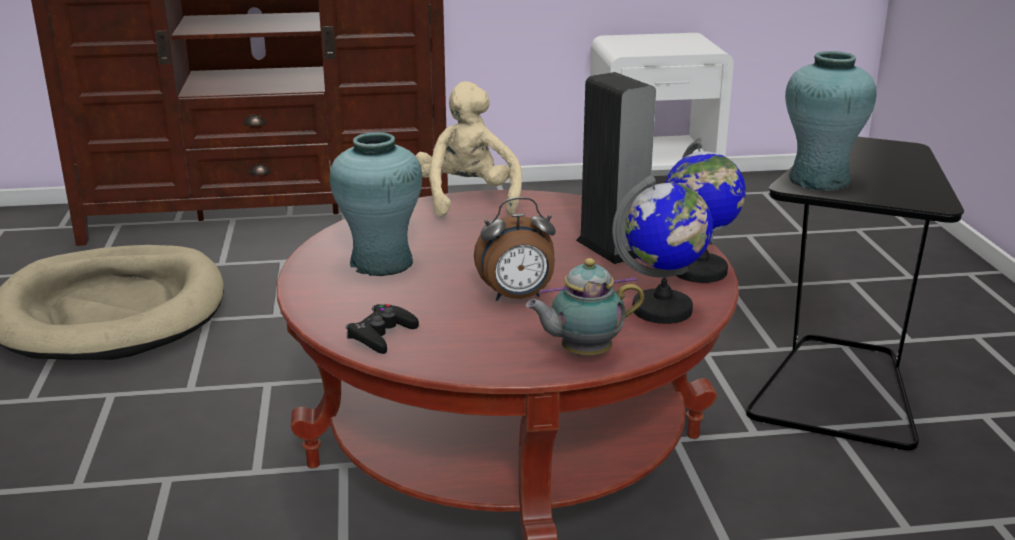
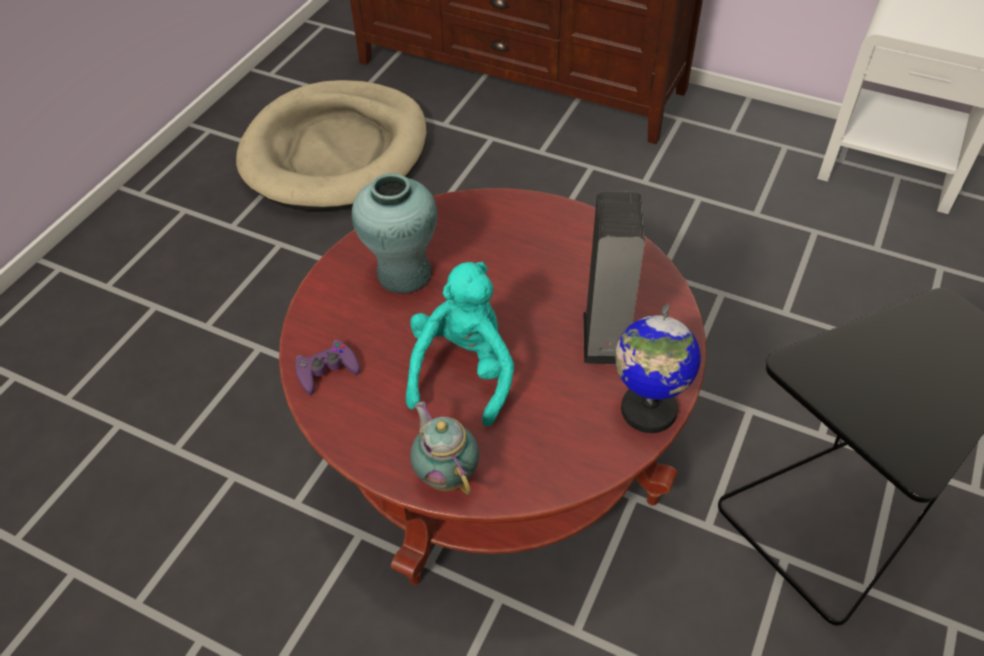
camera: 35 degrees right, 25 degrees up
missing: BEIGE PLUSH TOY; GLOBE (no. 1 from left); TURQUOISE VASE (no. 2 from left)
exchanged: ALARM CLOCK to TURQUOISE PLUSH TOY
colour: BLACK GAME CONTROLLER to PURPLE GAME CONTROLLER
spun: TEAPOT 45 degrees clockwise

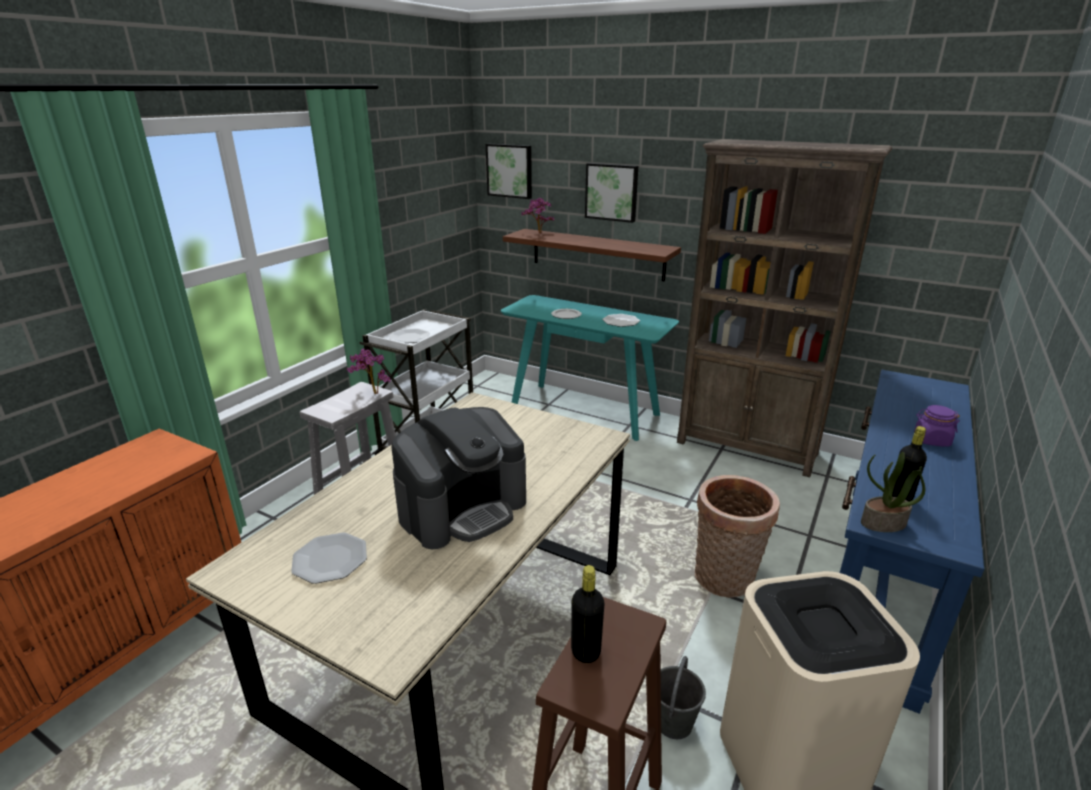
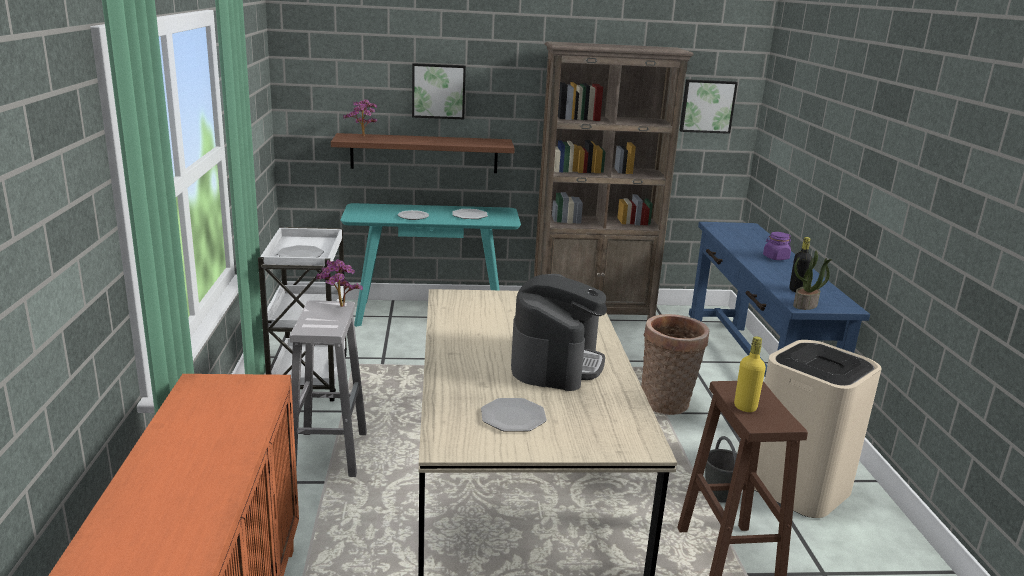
camera: 35 degrees left, 5 degrees down
relocated: PICTURE (no. 1 from left in the first image) to PICTURE (no. 2 from left)
colour: BLACK BOTTLE (no. 1 from left) to YELLOW BOTTLE

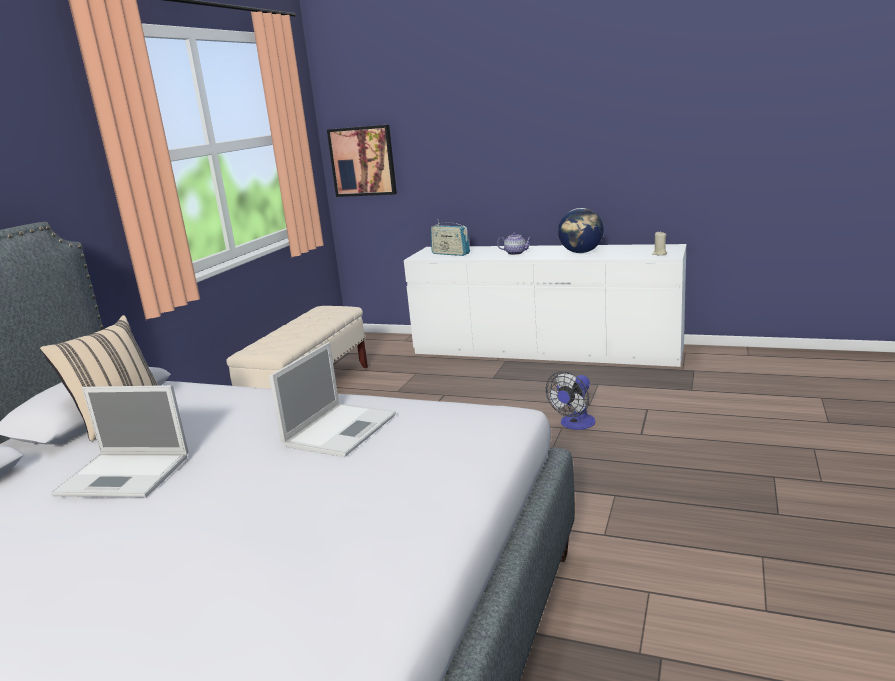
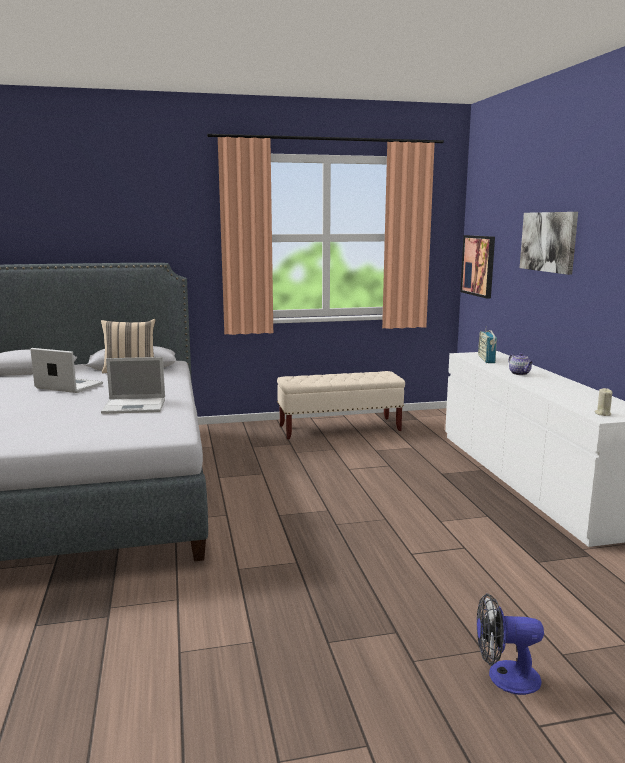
camera: 55 degrees right, 5 degrees down
missing: GLOBE
appeared: PICTURE (no. 2 from left)
relocated: FAN
spun: LAPTOP (no. 1 from left) 135 degrees clockwise

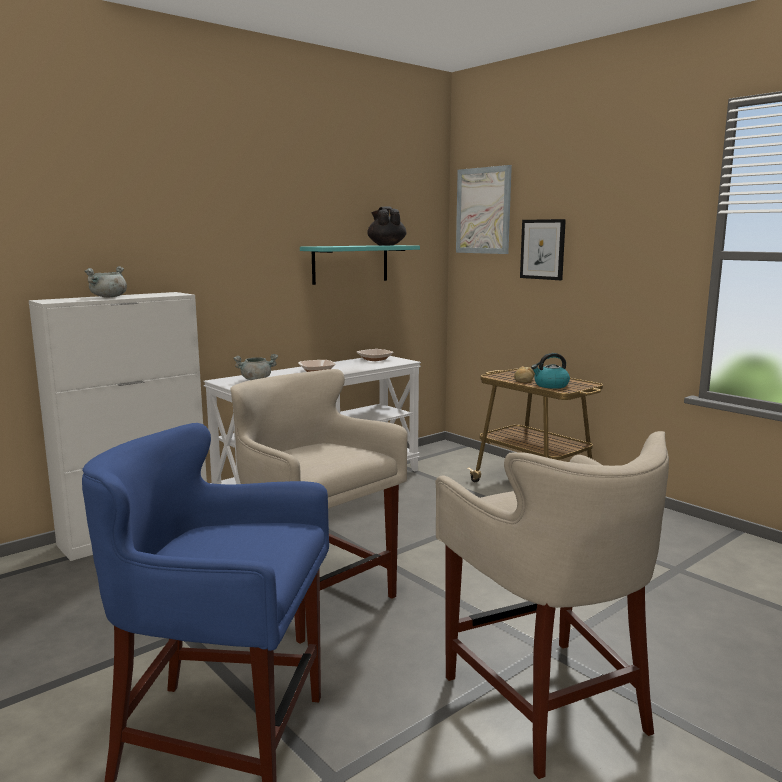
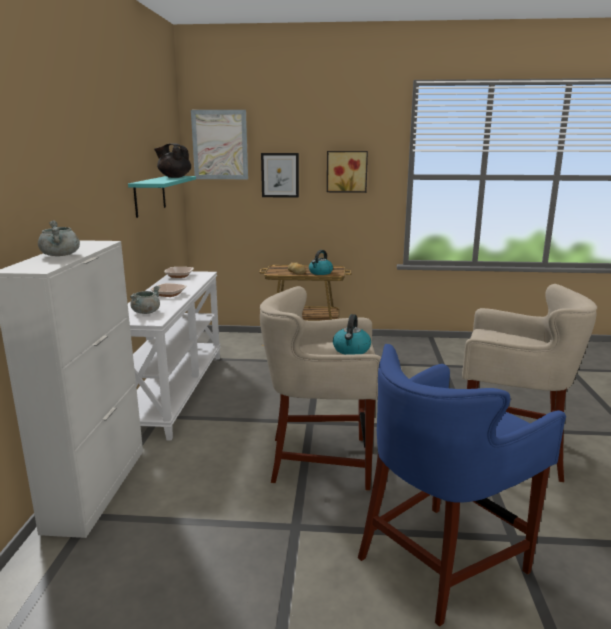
camera: 45 degrees left, 5 degrees up
appeared: PICTURE (no. 3 from left); KETTLE (no. 2 from left)

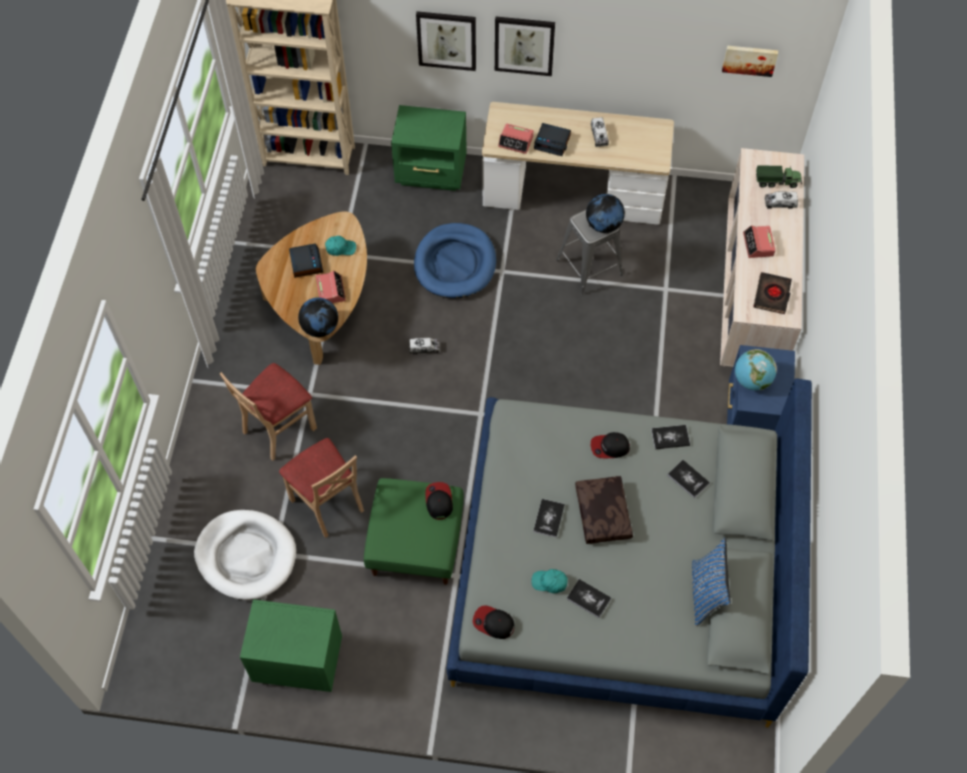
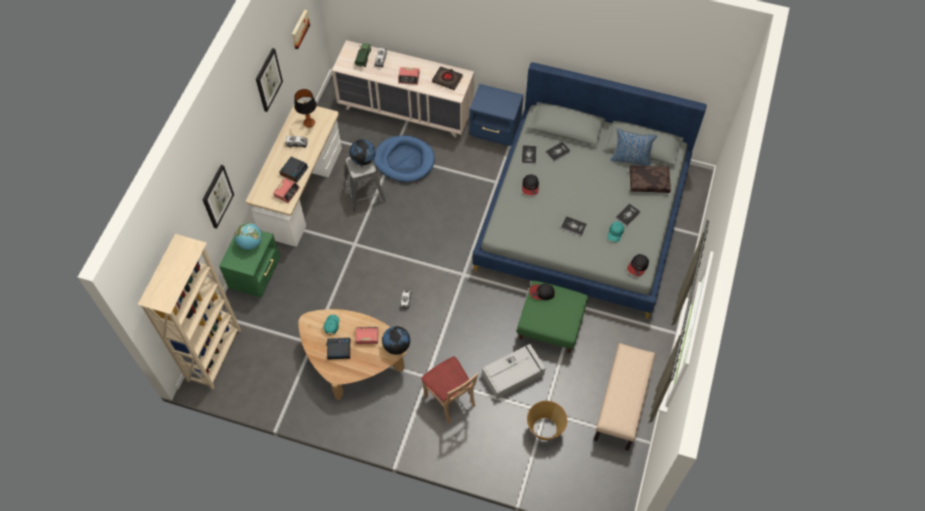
camera: 80 degrees left, 0 degrees up
appeared: TABLE LAMP
relocated: BLUE DOG BED; PICTURE (no. 2 from left); BROWN PILLOW; GLOBE (no. 3 from left in the first image) to GLOBE (no. 1 from left)
exchanged: WHITE DOG BED to BASKET; GREEN NIGHTSTAND (no. 1 from left) to BEIGE BENCH; BEIGE CHAIR (no. 2 from left) to GREY STORAGE BOX

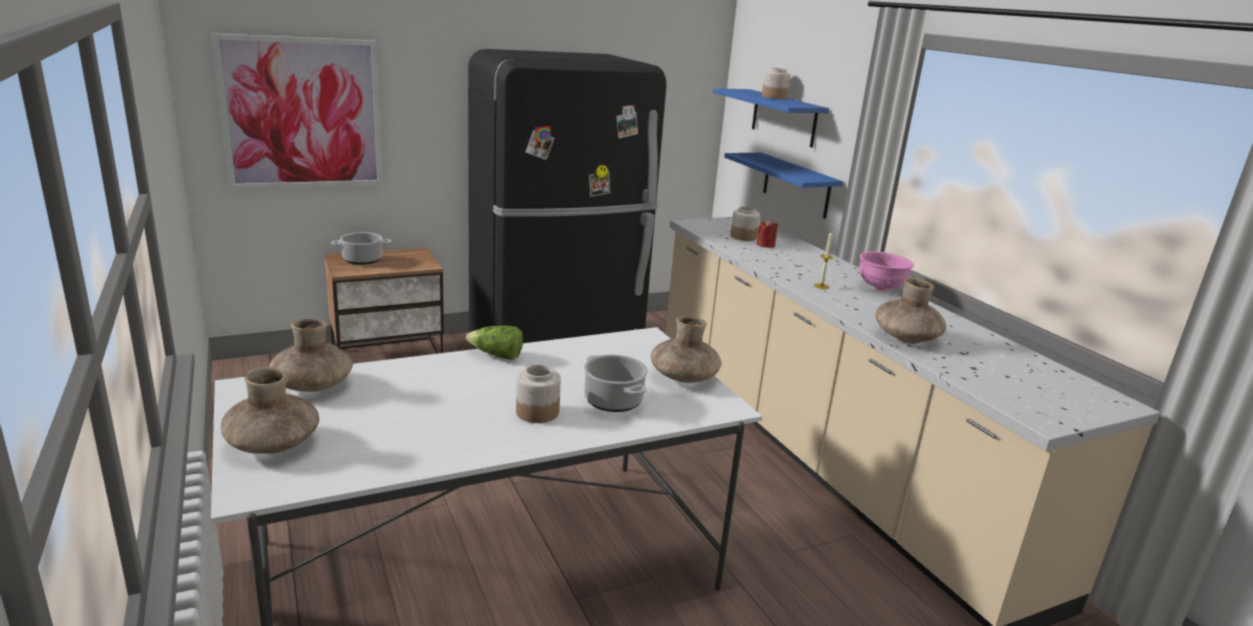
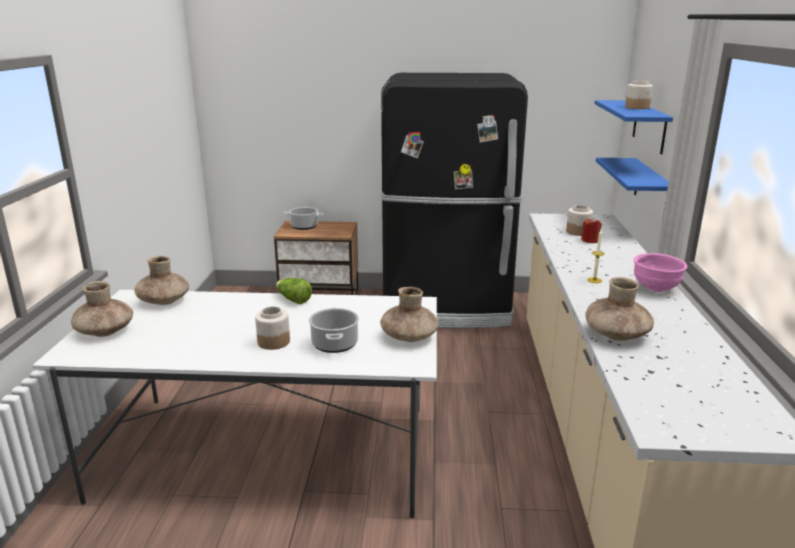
camera: 30 degrees right, 0 degrees up
missing: PICTURE

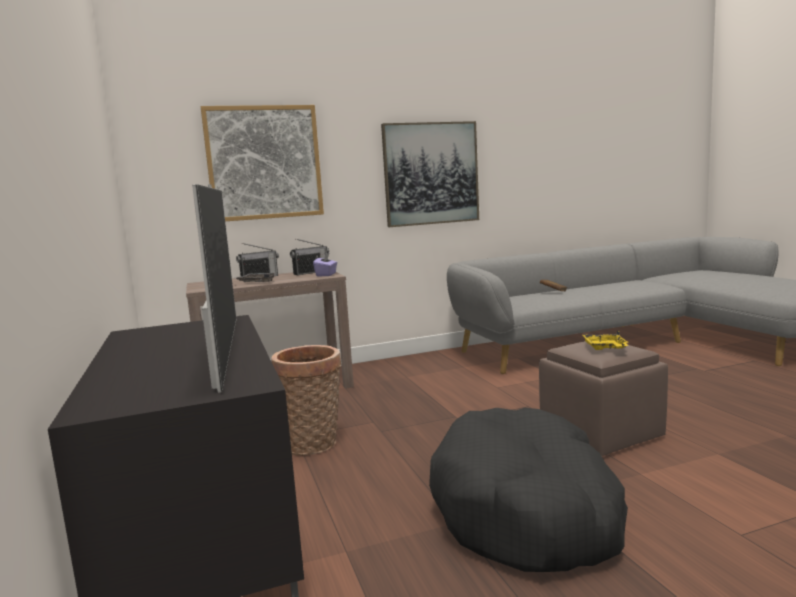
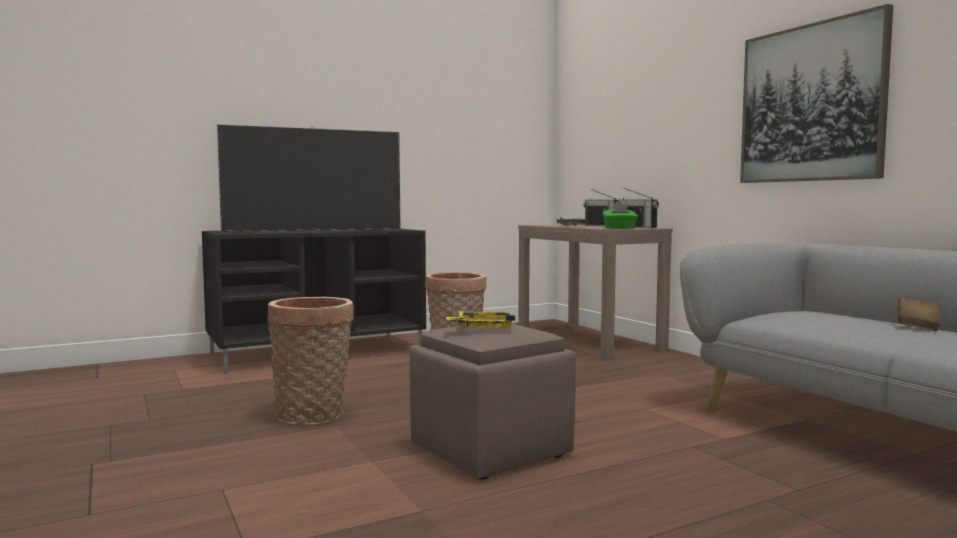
camera: 80 degrees right, 5 degrees down
missing: PICTURE (no. 1 from left)
exchanged: BLACK DOG BED to BASKET (no. 1 from left)
colour: PURPLE TISSUE BOX to GREEN TISSUE BOX

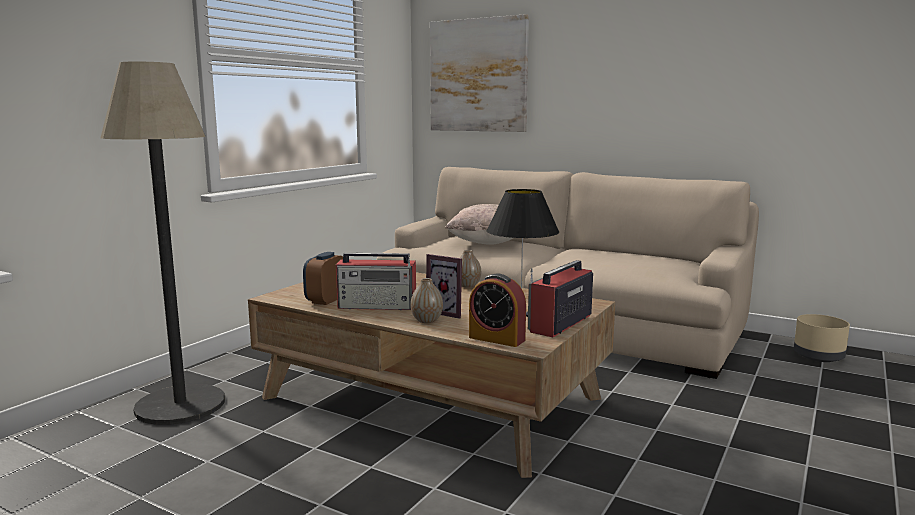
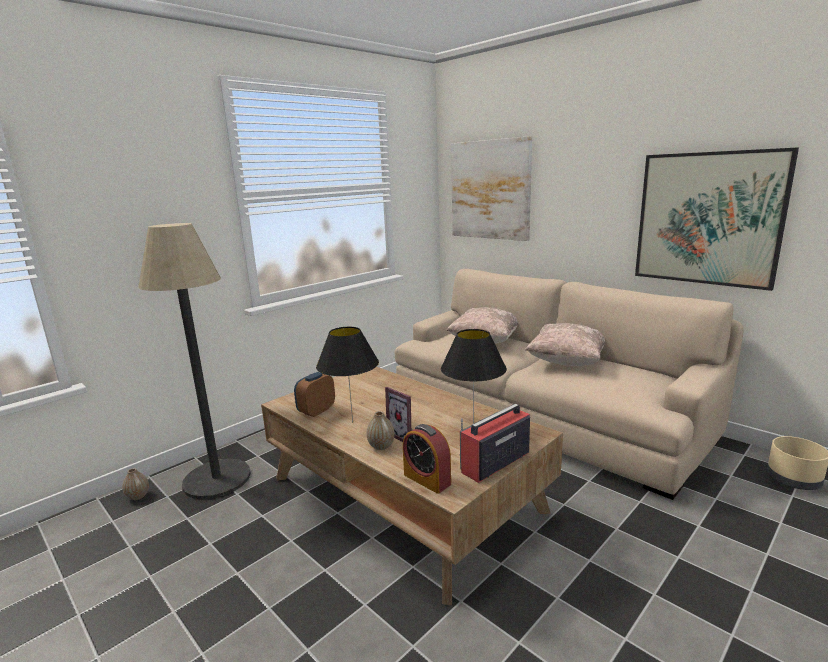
camera: 15 degrees right, 5 degrees up
appeared: BEIGE PILLOW (no. 2 from left); PICTURE (no. 2 from left)
relocated: VASE (no. 2 from left in the first image) to VASE (no. 1 from left)
exchanged: RADIO (no. 1 from left) to BLACK TABLE LAMP (no. 1 from left)

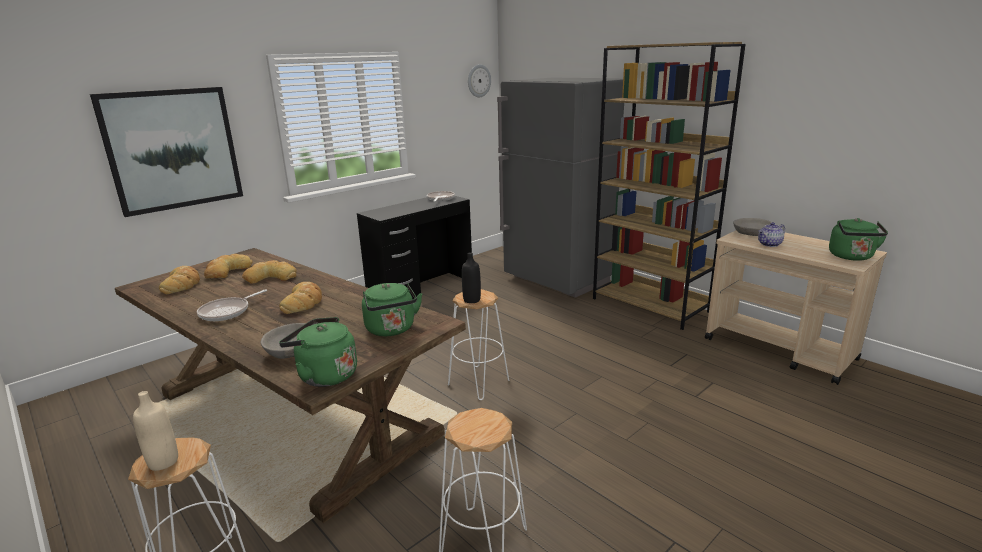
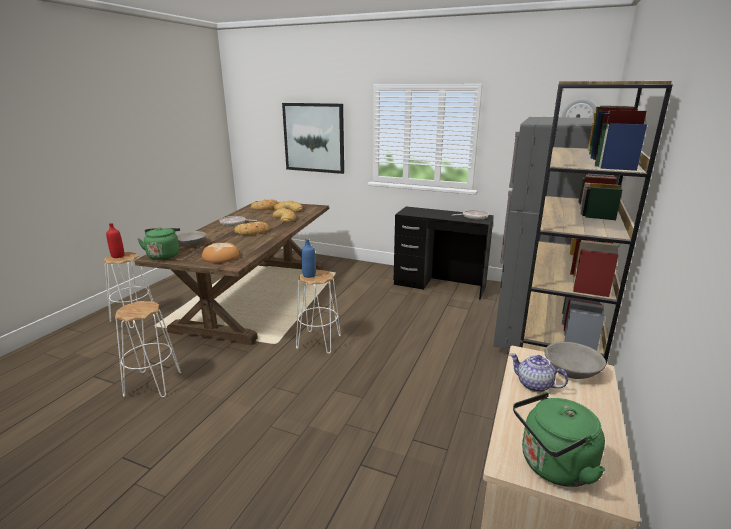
camera: 65 degrees right, 0 degrees up
exchanged: GREEN KETTLE (no. 2 from left) to BREAD (no. 1 from left)
colour: BEIGE BOTTLE to RED BOTTLE; BLACK BOTTLE to BLUE BOTTLE

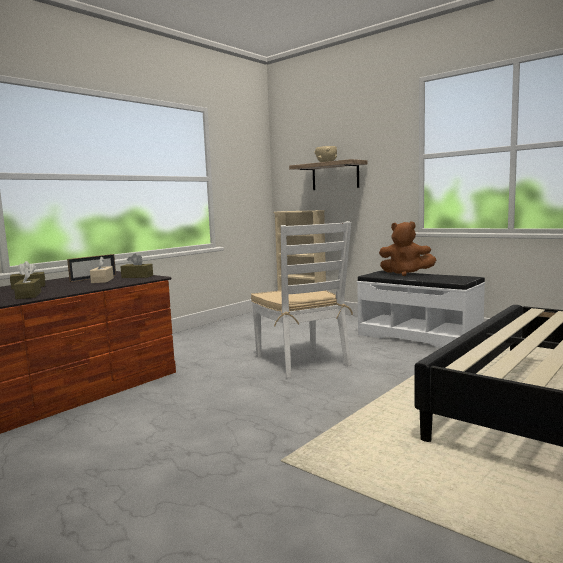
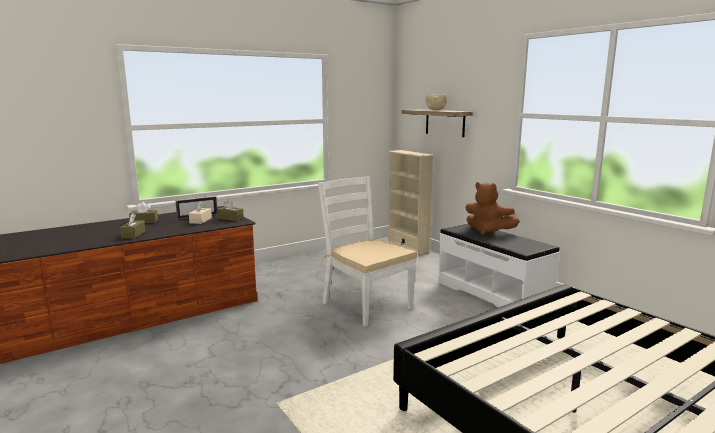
camera: 15 degrees right, 5 degrees up
spun: WHITE CHAIR 150 degrees clockwise

